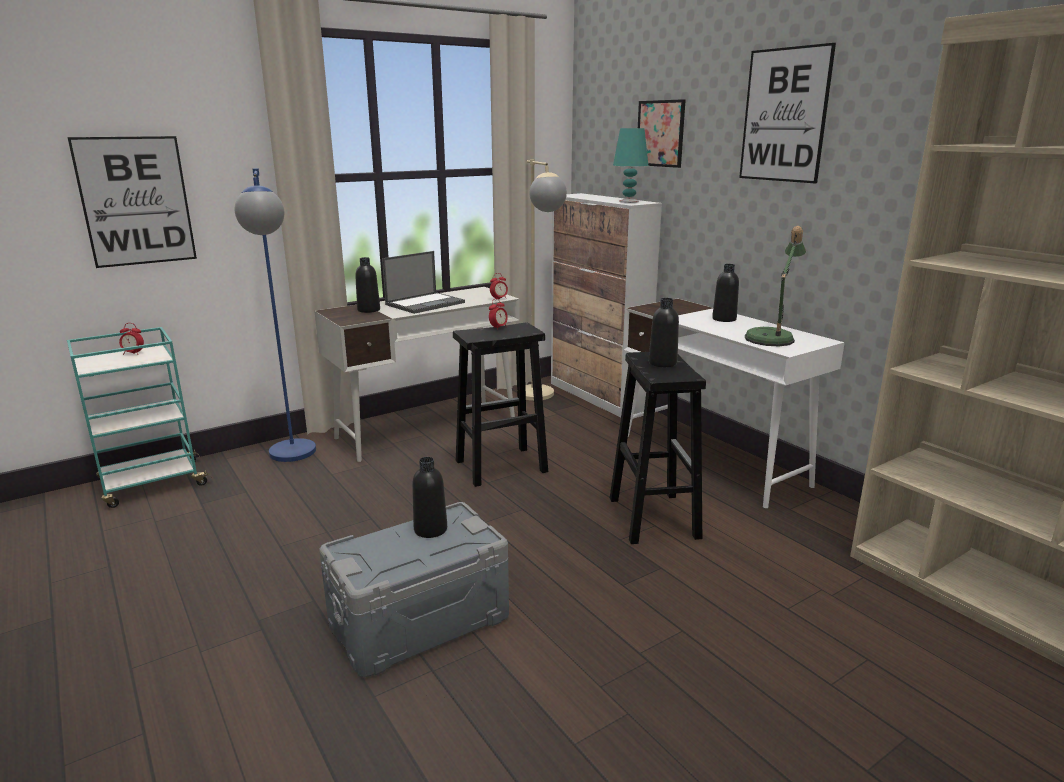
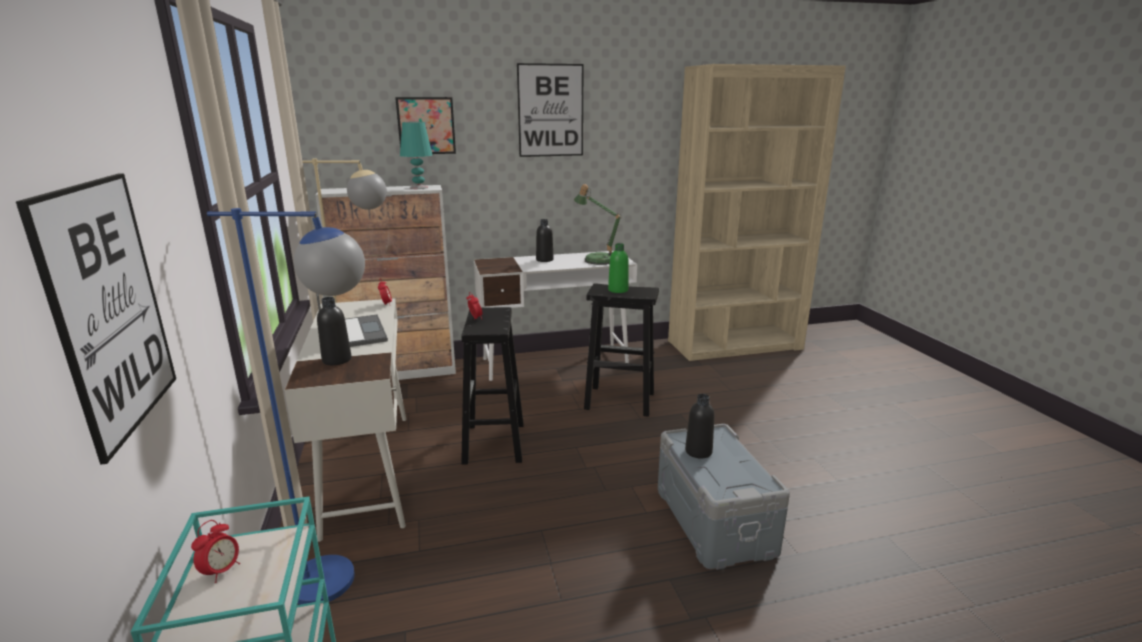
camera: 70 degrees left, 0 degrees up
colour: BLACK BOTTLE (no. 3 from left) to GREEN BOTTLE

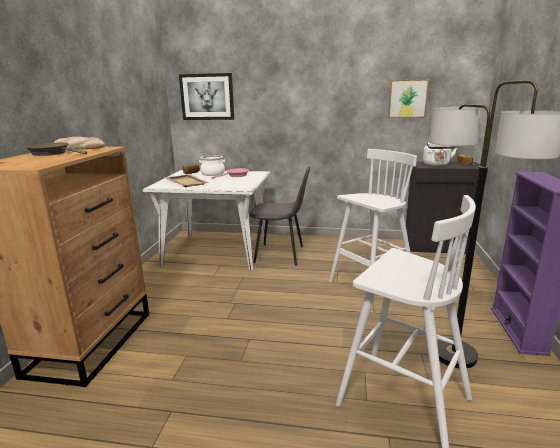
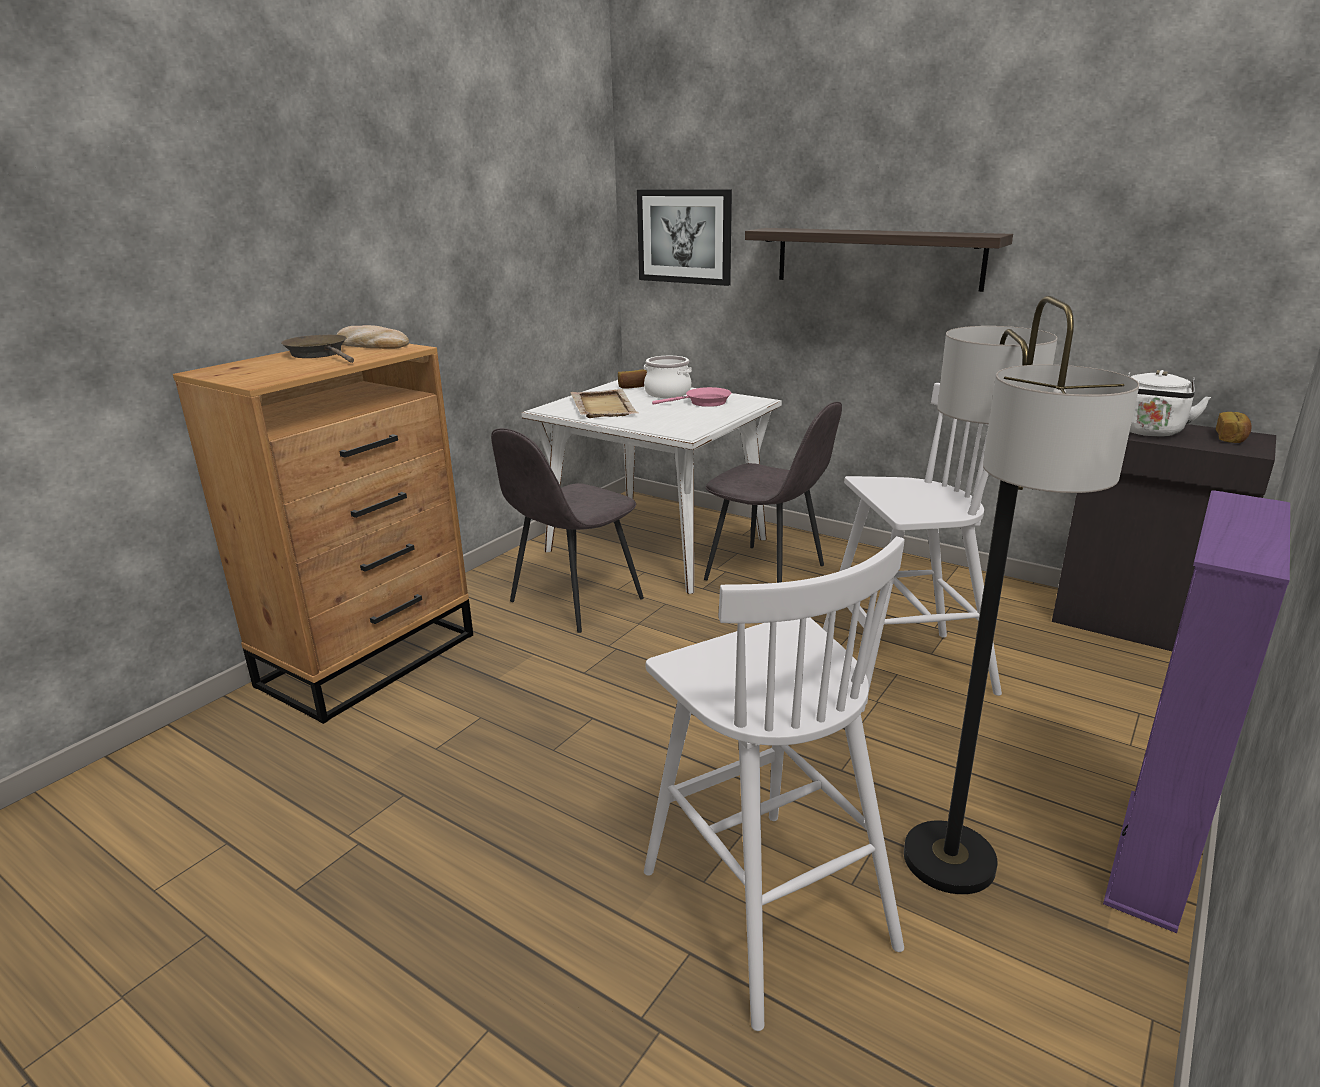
camera: 25 degrees right, 5 degrees up
missing: PICTURE (no. 2 from left)
appeared: GREY CHAIR (no. 1 from left); SHELF

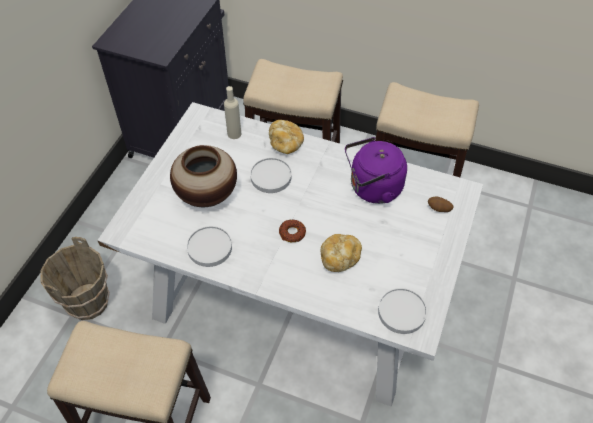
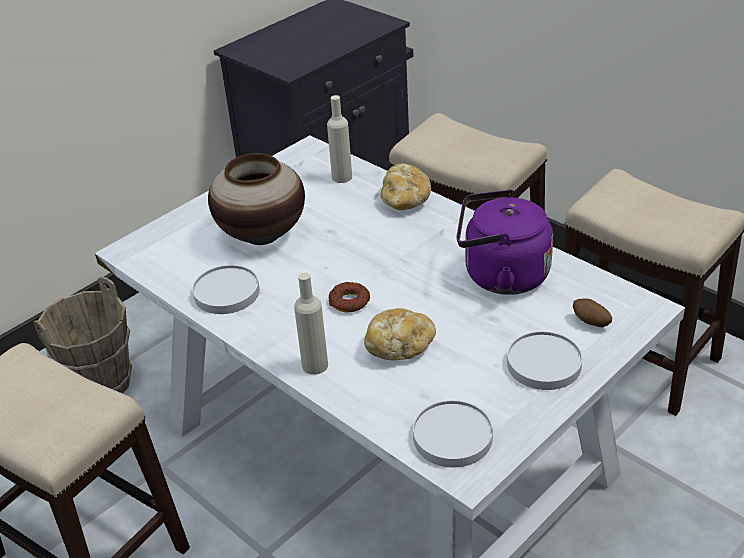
camera: 25 degrees right, 15 degrees down
appeared: BEIGE BOTTLE (no. 1 from left)
relocated: WHITE PLATE (no. 2 from left in the first image) to WHITE PLATE (no. 3 from left)

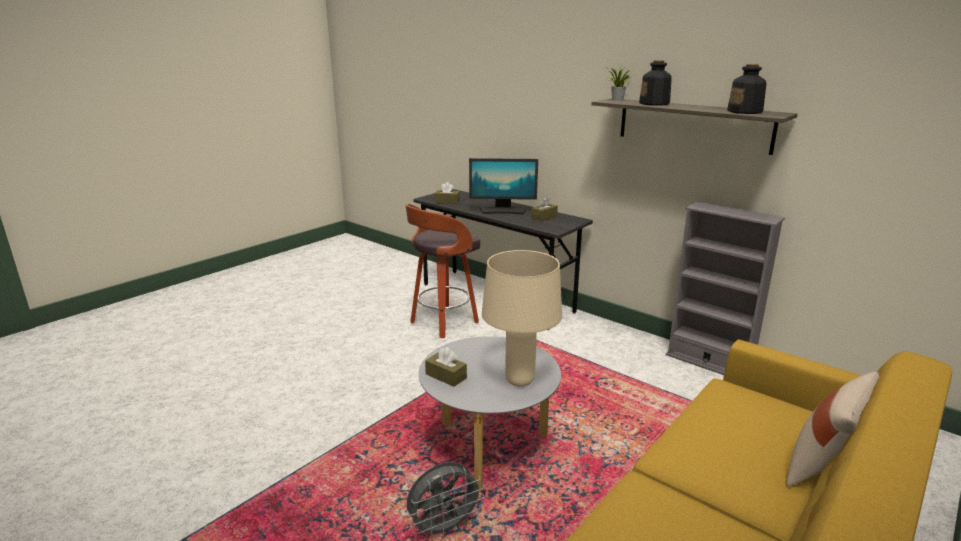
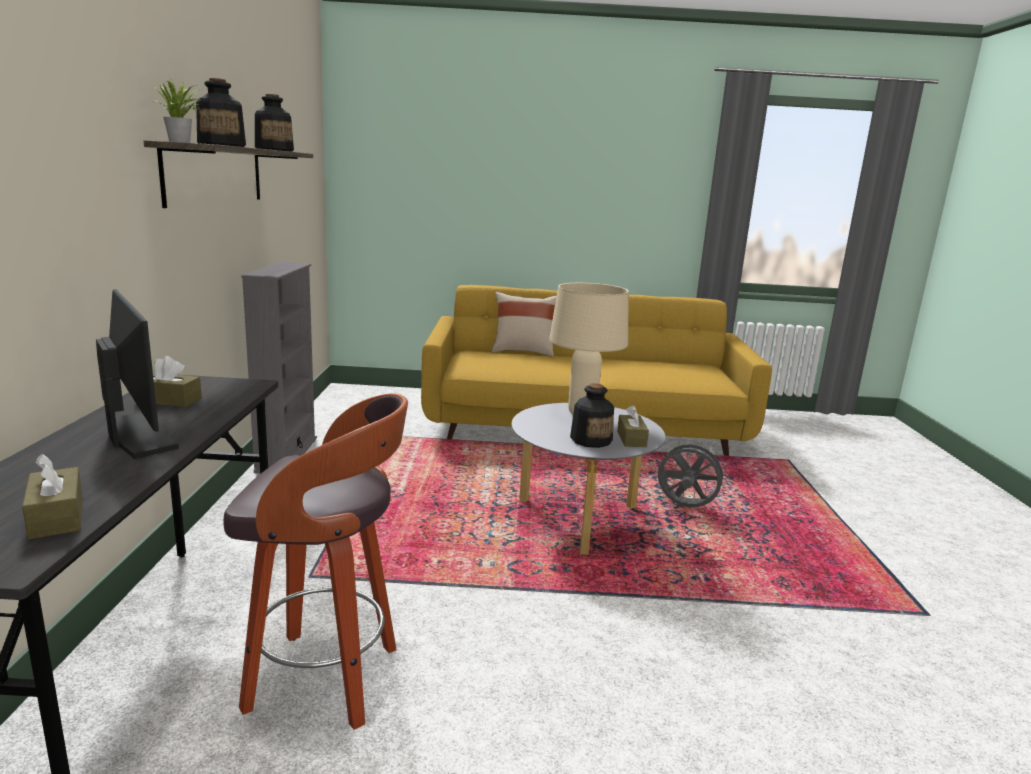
camera: 130 degrees left, 5 degrees down
appeared: BOTTLE (no. 3 from left)

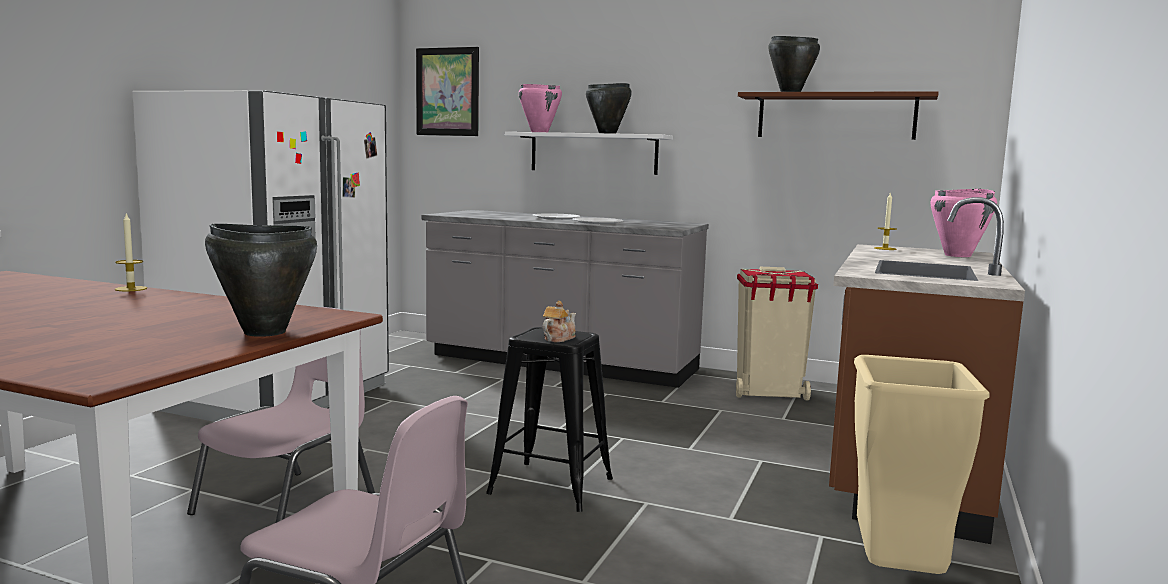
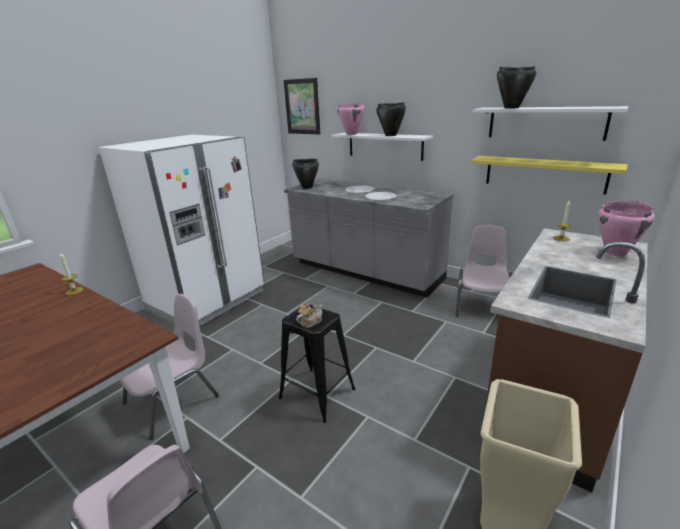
camera: 15 degrees right, 15 degrees up
appeared: YELLOW SHELF
relocated: BLACK COOKING POT (no. 1 from left)
exchanged: BEIGE TRASH CAN (no. 1 from left) to PINK CHAIR (no. 3 from left)
colour: BROWN SHELF to WHITE SHELF (no. 2 from left)

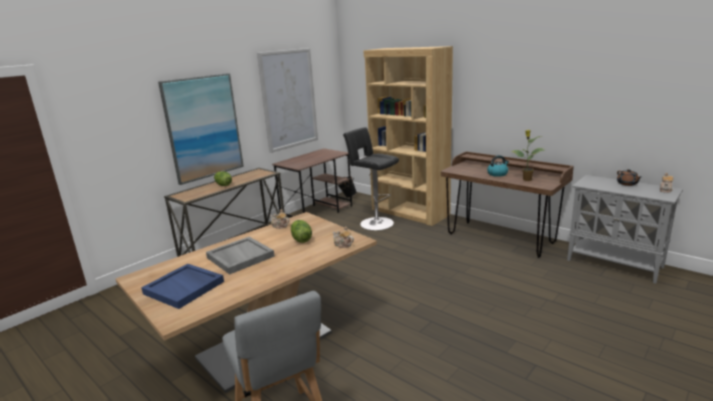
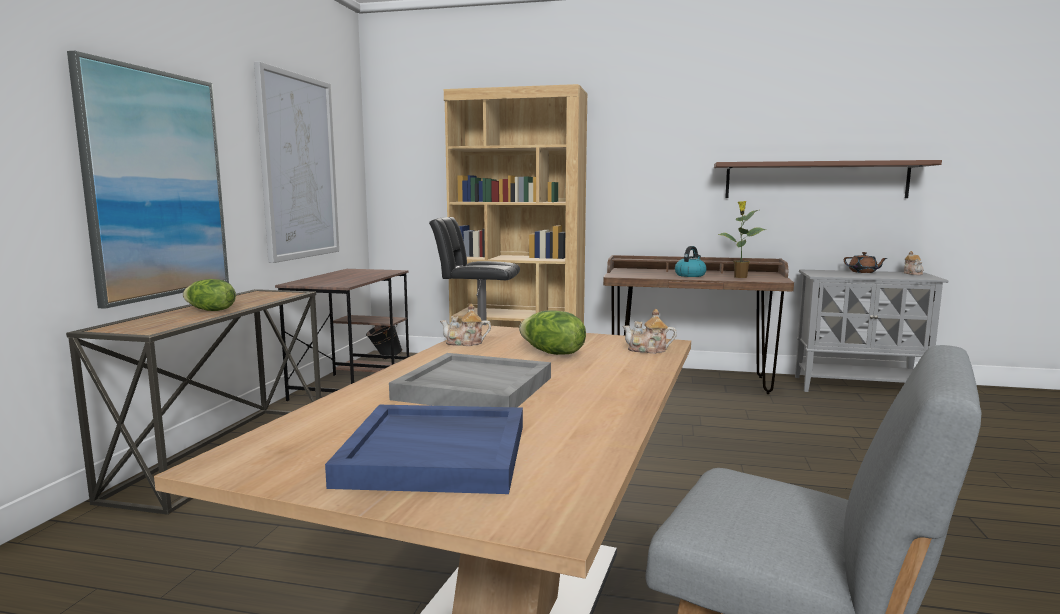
camera: 30 degrees left, 10 degrees down
appeared: BROWN SHELF

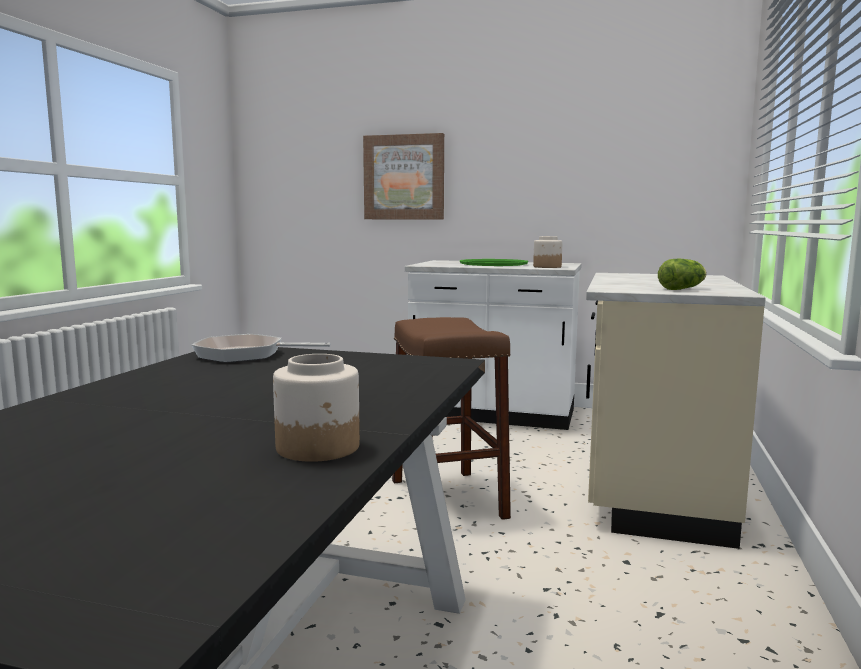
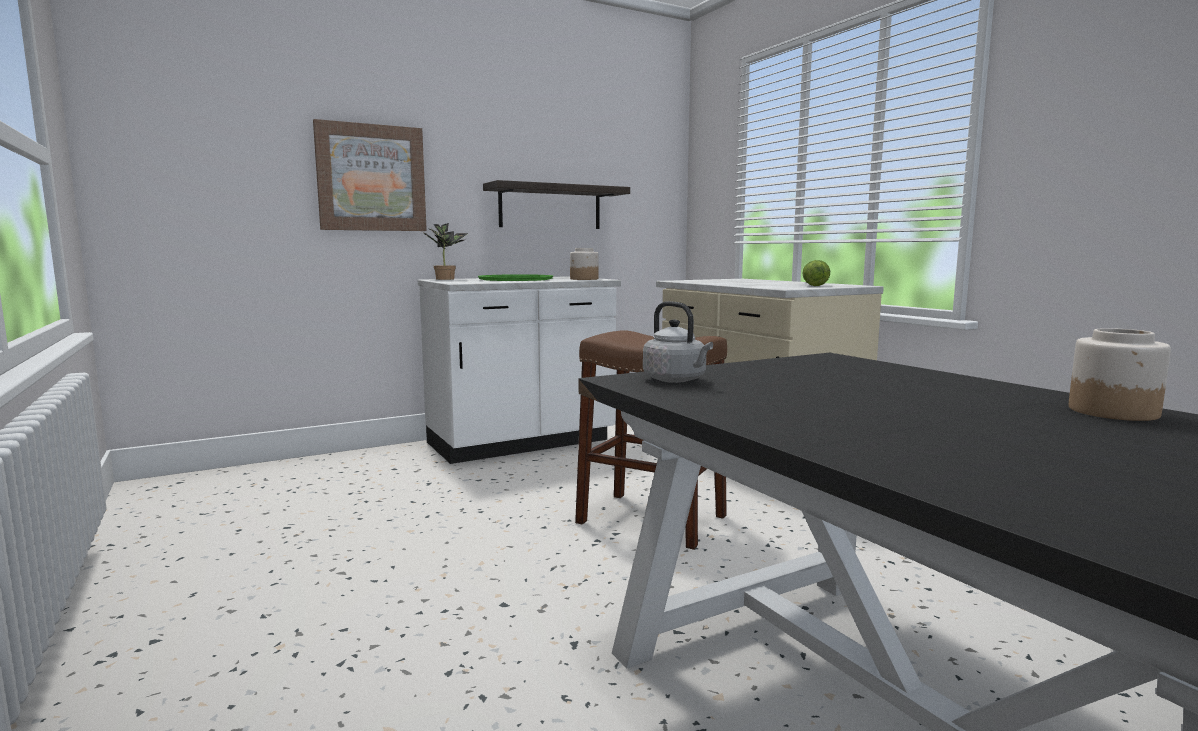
camera: 45 degrees left, 0 degrees up
appeared: POTTED PLANT; SHELF
exchanged: FRYING PAN to GREY KETTLE

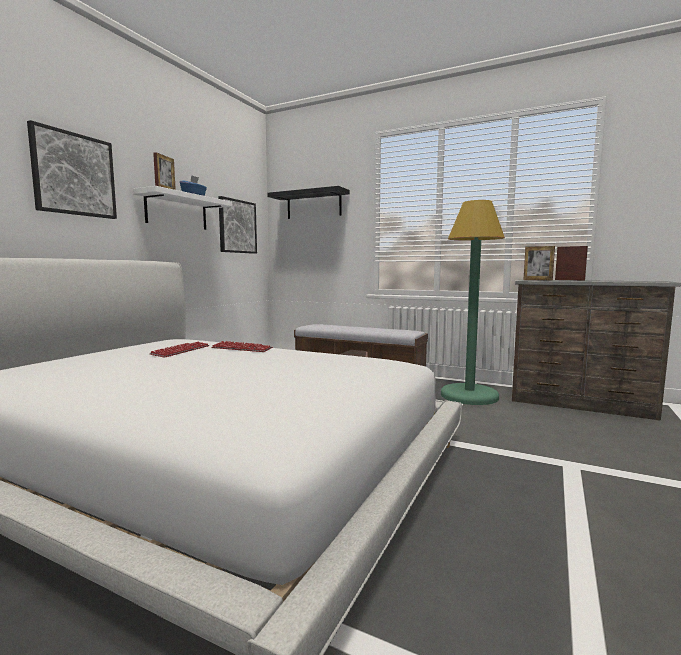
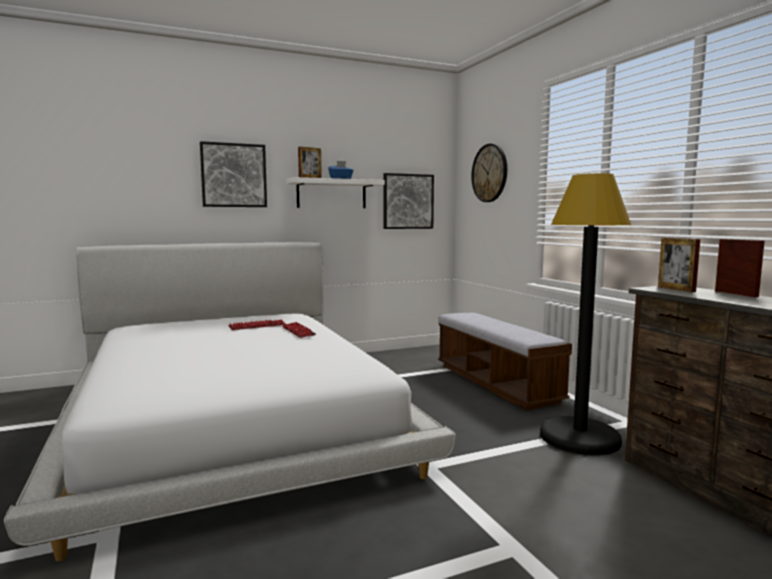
camera: 40 degrees right, 0 degrees up
exchanged: BLACK SHELF to WALL CLOCK
colour: GREEN FLOOR LAMP to BLACK FLOOR LAMP

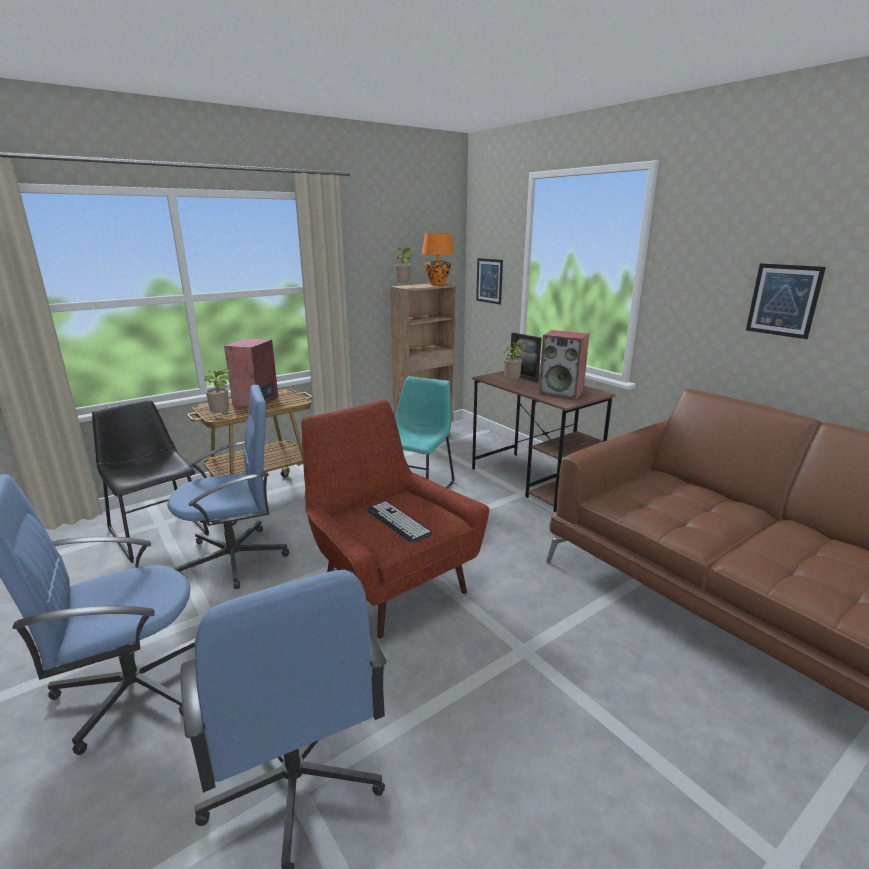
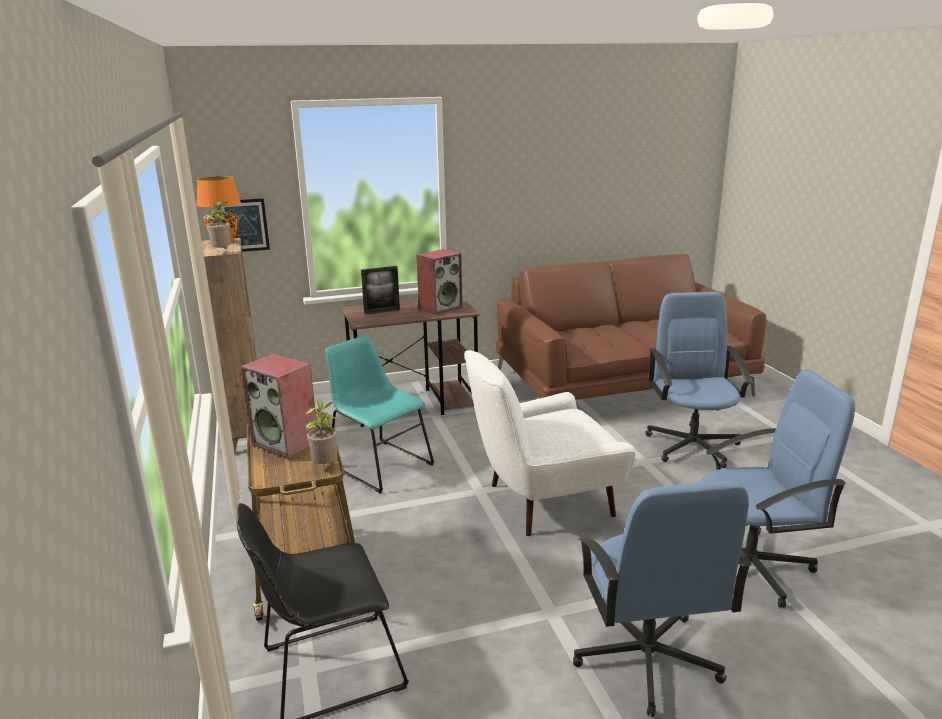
camera: 70 degrees left, 0 degrees up
missing: KEYBOARD; POTTED PLANT (no. 3 from left); PICTURE (no. 2 from left)
relocated: BLUE OFFICE CHAIR (no. 2 from left)
colour: RED ARMCHAIR to WHITE ARMCHAIR

